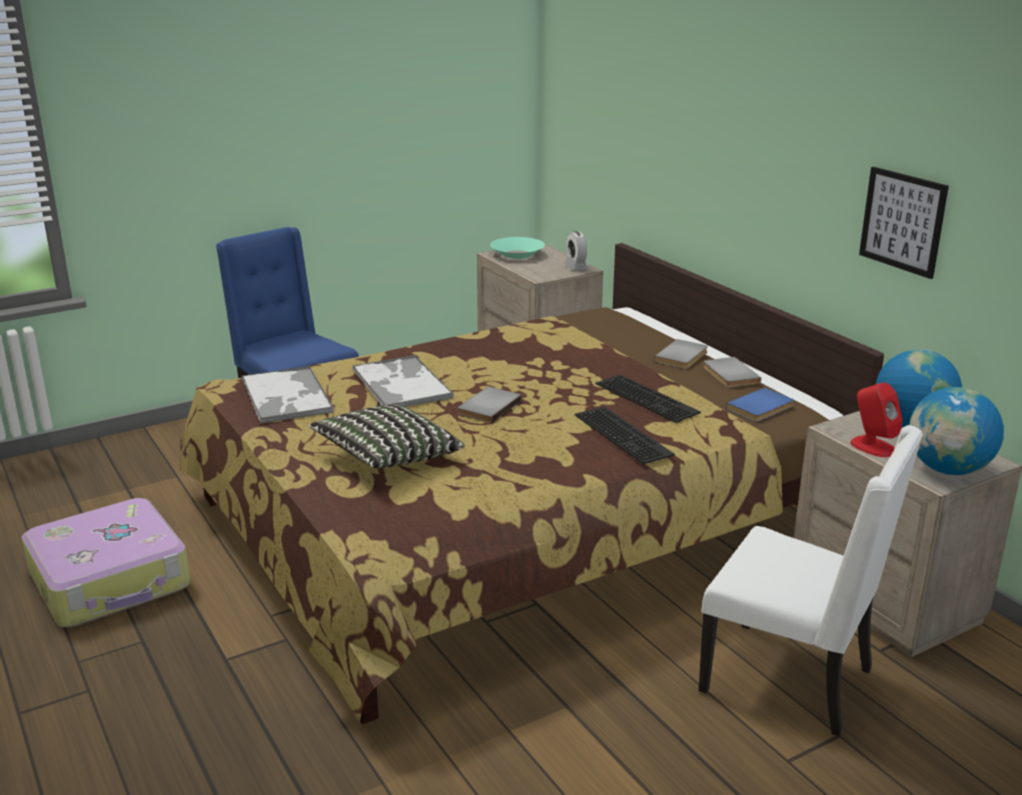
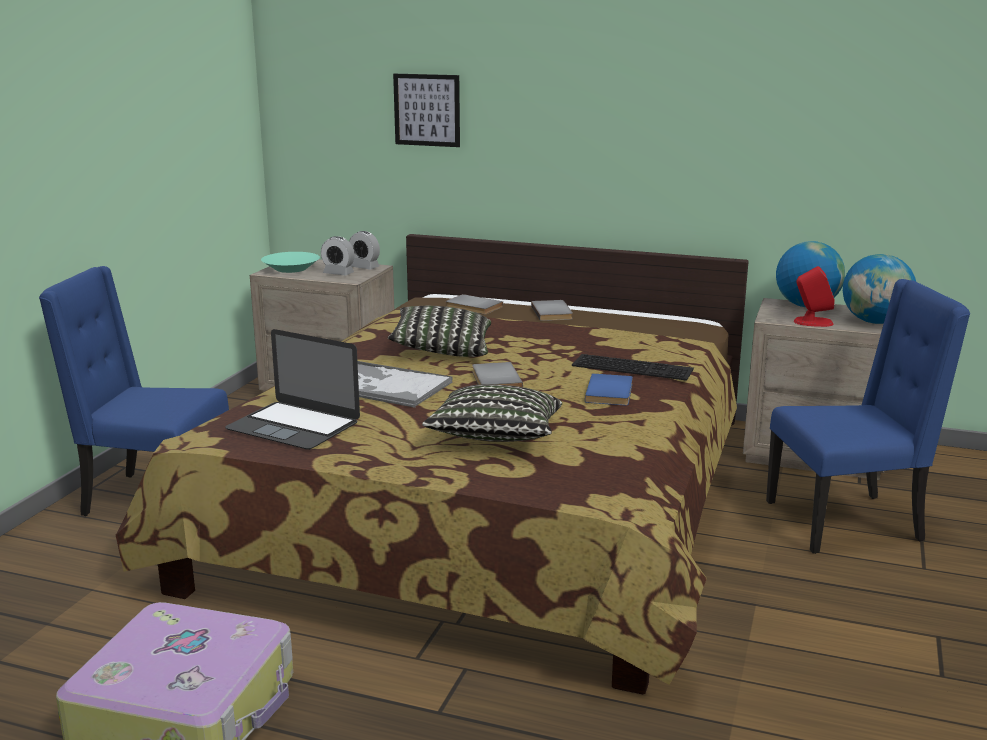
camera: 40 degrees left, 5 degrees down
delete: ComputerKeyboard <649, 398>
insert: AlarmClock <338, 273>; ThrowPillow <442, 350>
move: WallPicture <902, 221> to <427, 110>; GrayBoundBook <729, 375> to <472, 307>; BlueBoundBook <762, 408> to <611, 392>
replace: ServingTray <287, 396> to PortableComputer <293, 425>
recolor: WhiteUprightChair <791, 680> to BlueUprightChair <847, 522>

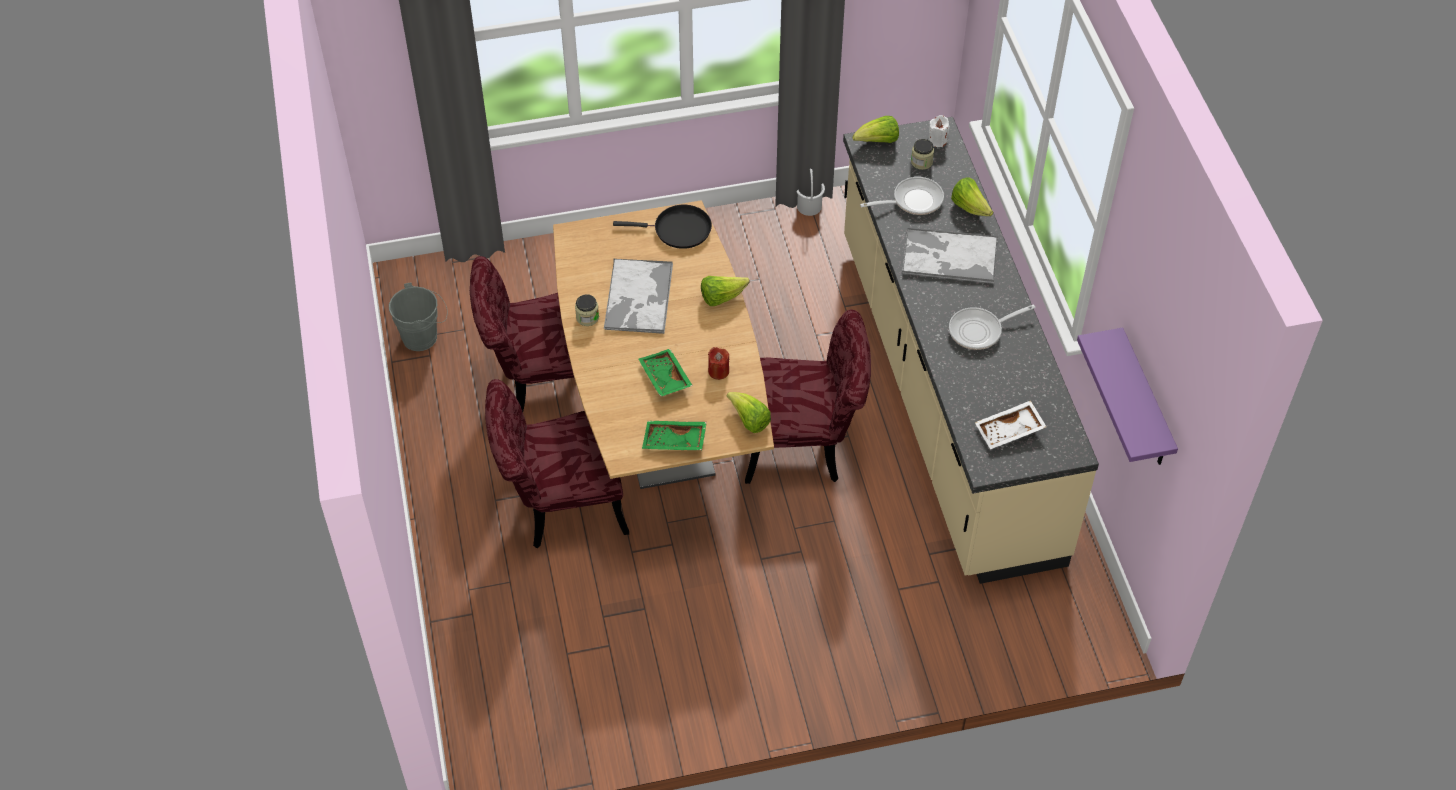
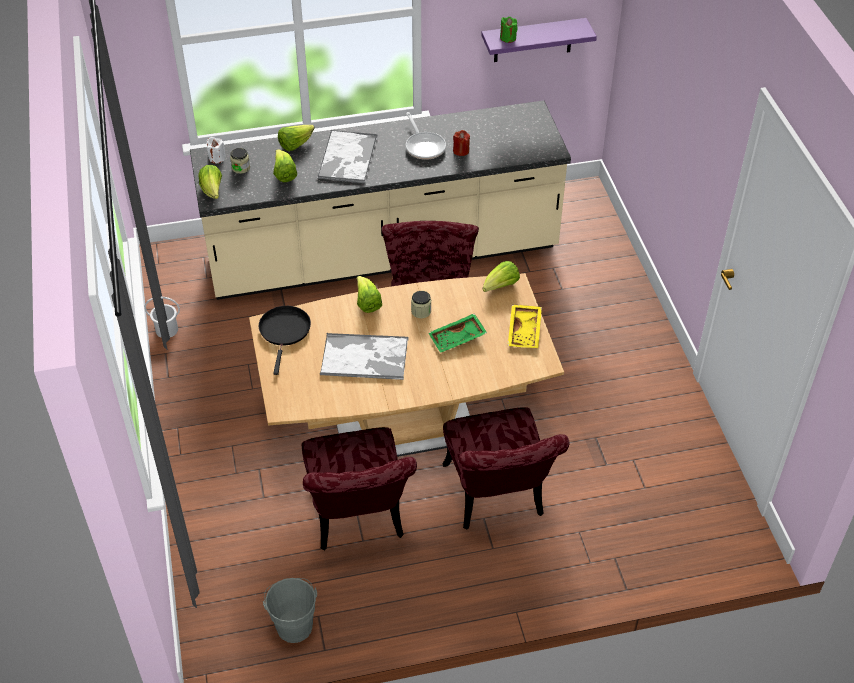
camera: 90 degrees left, 5 degrees down
delete: WhiteServingTray <1010, 431>
insert: GreenCandle <508, 38>
move: PreserveJar <587, 317> to <421, 311>; RedColouredCandle <718, 371> to <461, 151>
replace: FryingPan <913, 200> to HeadOfLettuce <284, 174>
recolor: GreenServingTray <674, 442> to YellowServingTray <525, 331>

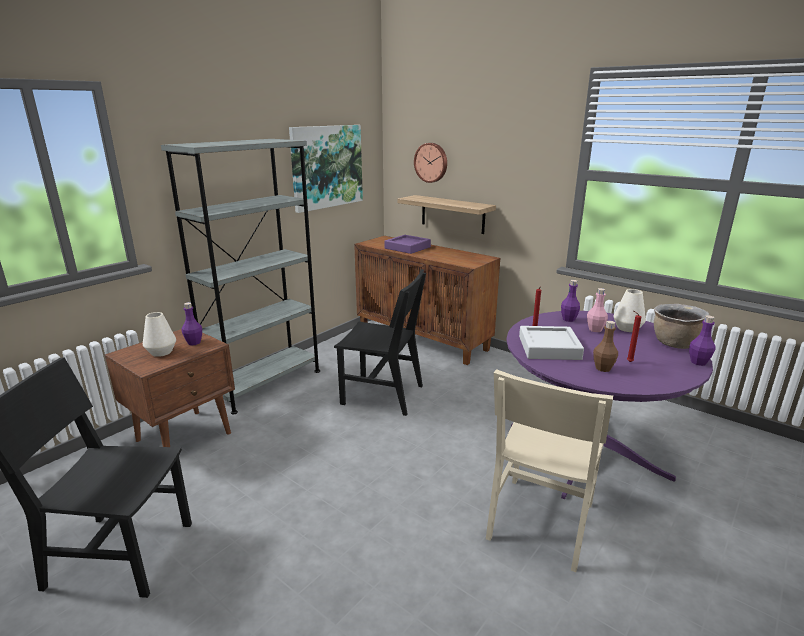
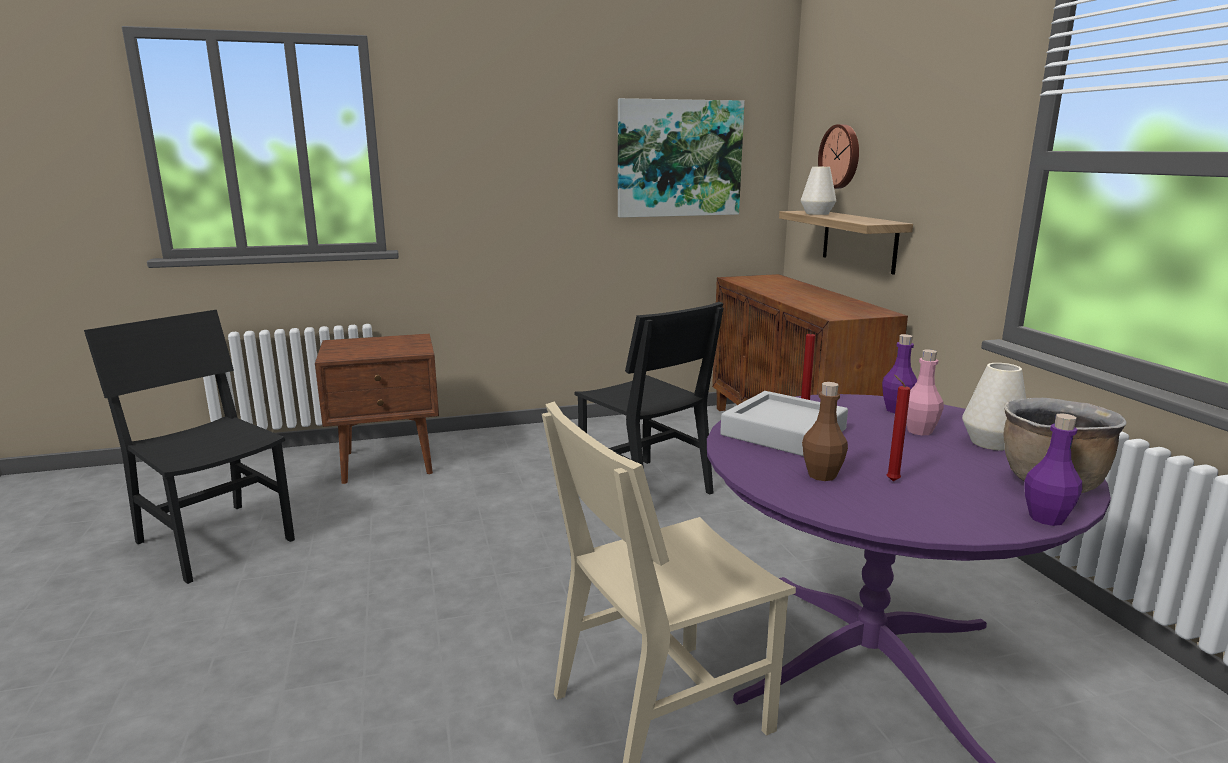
camera: 35 degrees right, 5 degrees down
delete: GrayBookshelf <265, 383>; PurpleDrinkBottle <194, 343>; PurpleServingTray <407, 248>
move: WhiteFlowerVase <161, 352> to <817, 213>

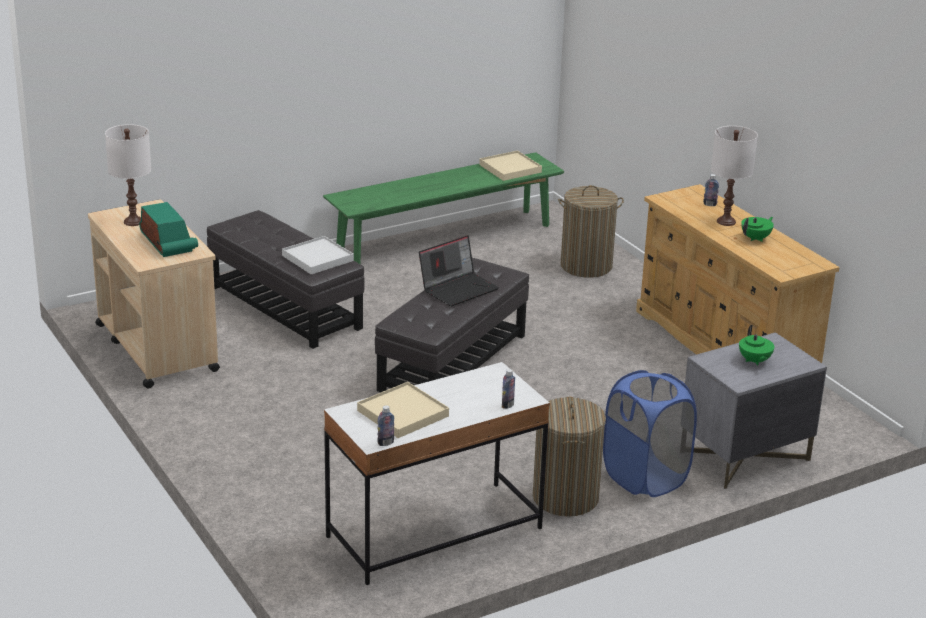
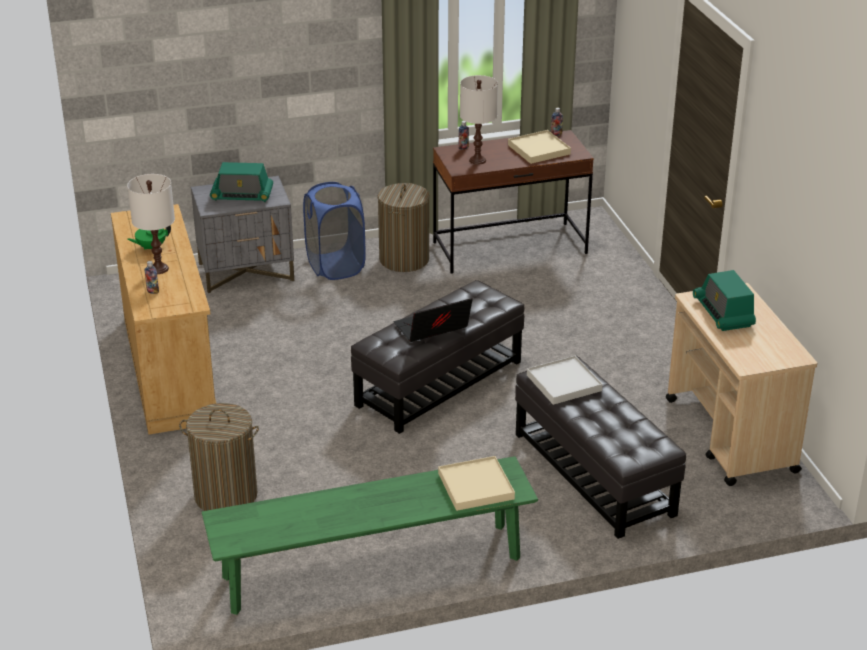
camera: 165 degrees left, 5 degrees up
move: SandColouredServingTray <510, 168> to <476, 486>; WhiteTabletopLamp <133, 222> to <477, 160>
replace: GreenTeaPot <754, 361> to RadioSet <242, 195>
recolor: WhiteDeskUnit <434, 533> to BrownColouredDeskUnit <510, 248>

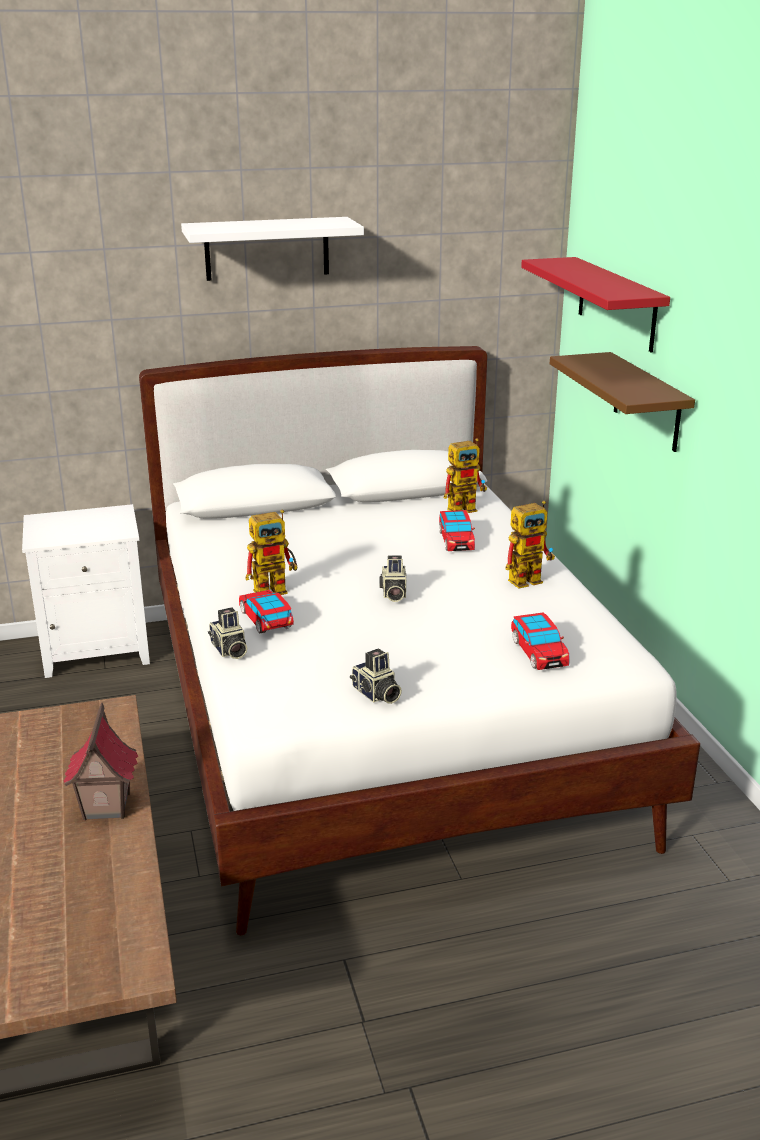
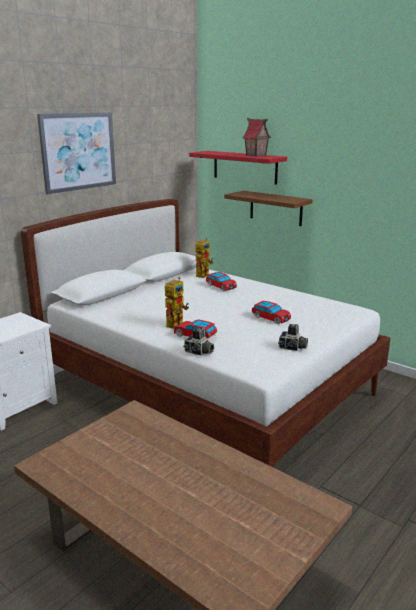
camera: 35 degrees left, 5 degrees down
delete: PhotoCamera <393, 594>; ToyRobot <529, 579>
move: ModelHouse <105, 807> to <255, 155>; MiniatureCar <538, 652> to <270, 318>
replace: WhiteShelf <267, 248> to WallPicture <78, 151>

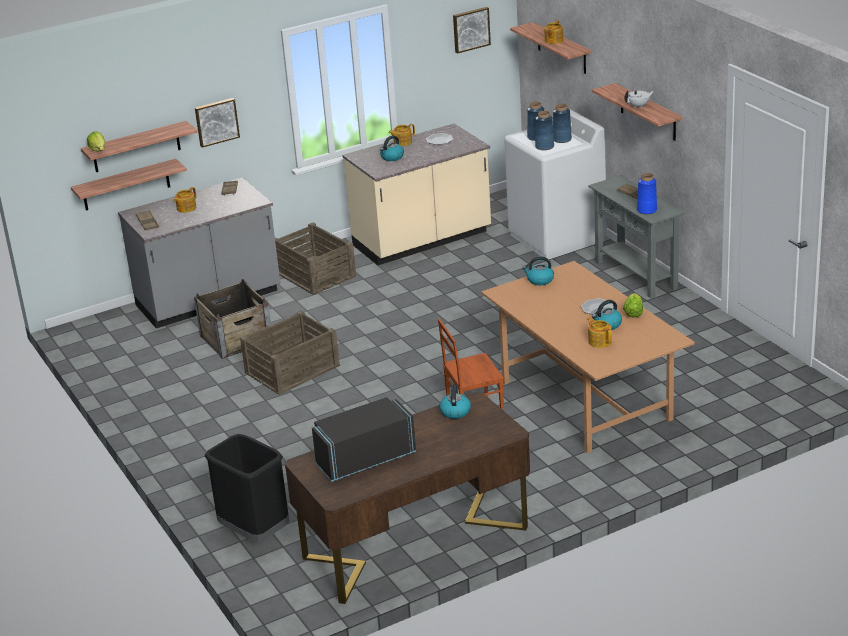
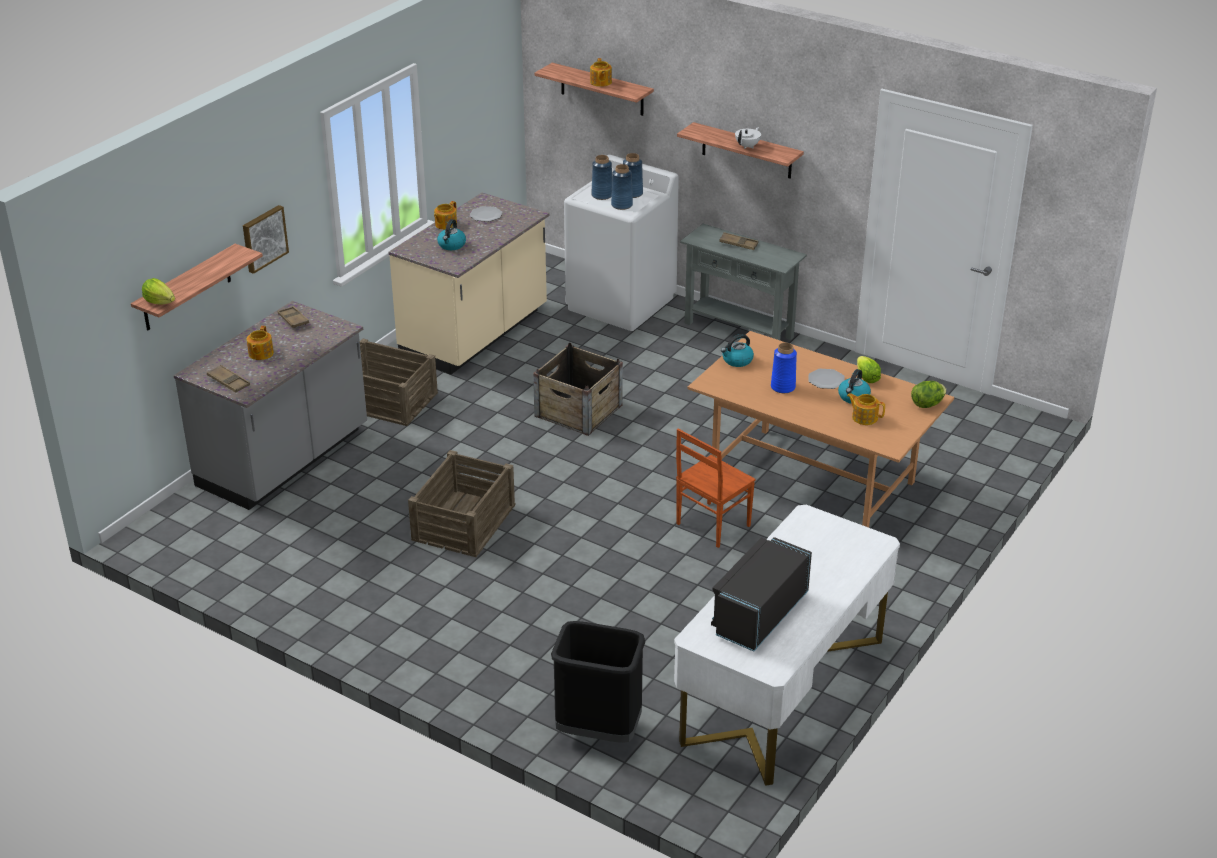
camera: 30 degrees left, 5 degrees up
delete: Shelf <126, 185>; TeaKettle <455, 411>; WallPicture <470, 29>
insert: HeadOfLettuce <927, 404>
move: ShippingCrate <236, 338> to <578, 410>; BlueFlowerVase <647, 210> to <783, 387>
recolor: BrownColouredDeskUnit <415, 542> to WhiteDeskUnit <783, 690>

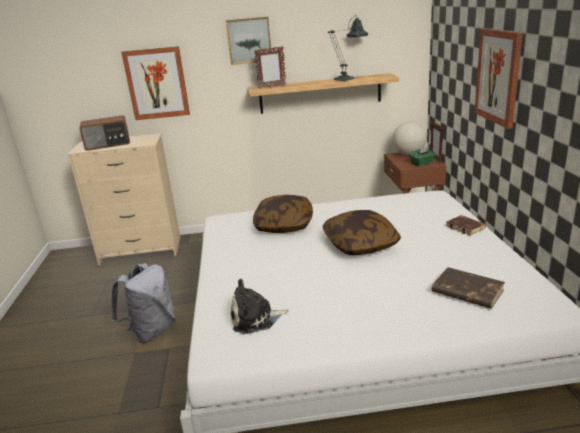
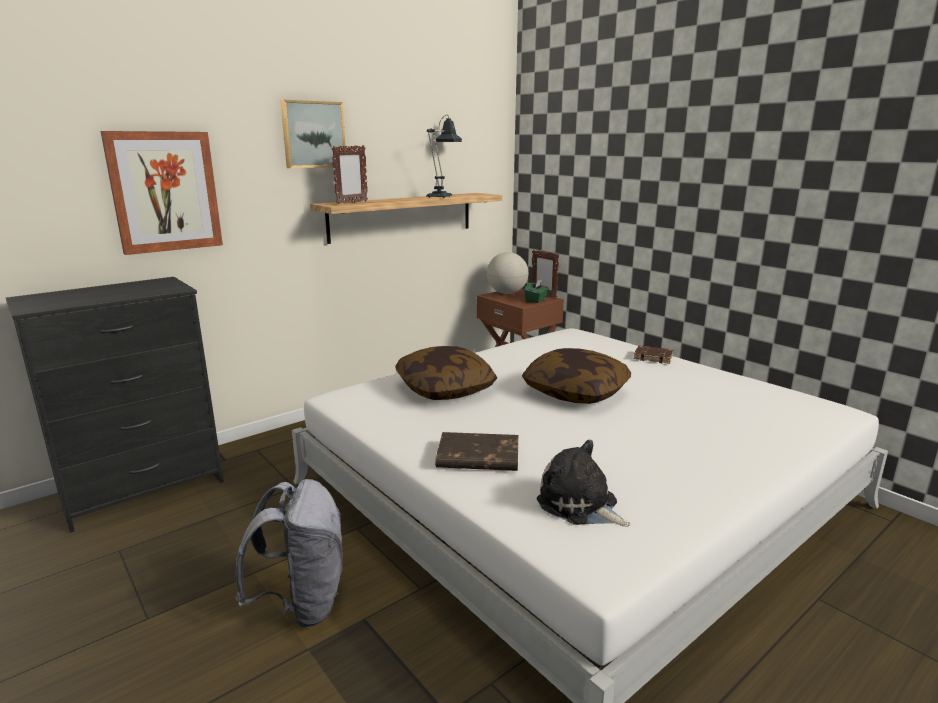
camera: 35 degrees left, 5 degrees down
delete: RadioSet <108, 144>; WallPicture <498, 76>
move: BrownColouredBoundBook <466, 291> to <477, 457>
recolor: SandColouredDrawerChest <141, 250> to BlackDrawerChest <143, 489>
rotate: SoftToy <255, 319> = <580, 505> 90 degrees clockwise

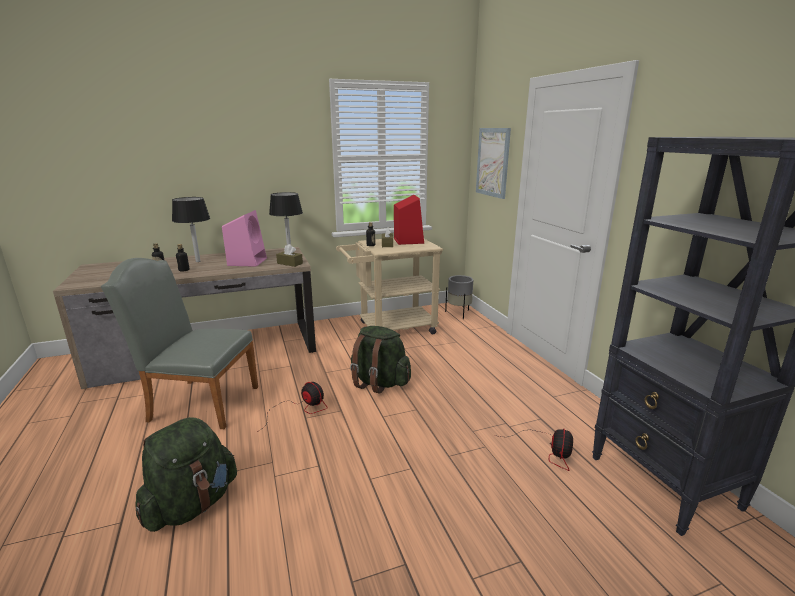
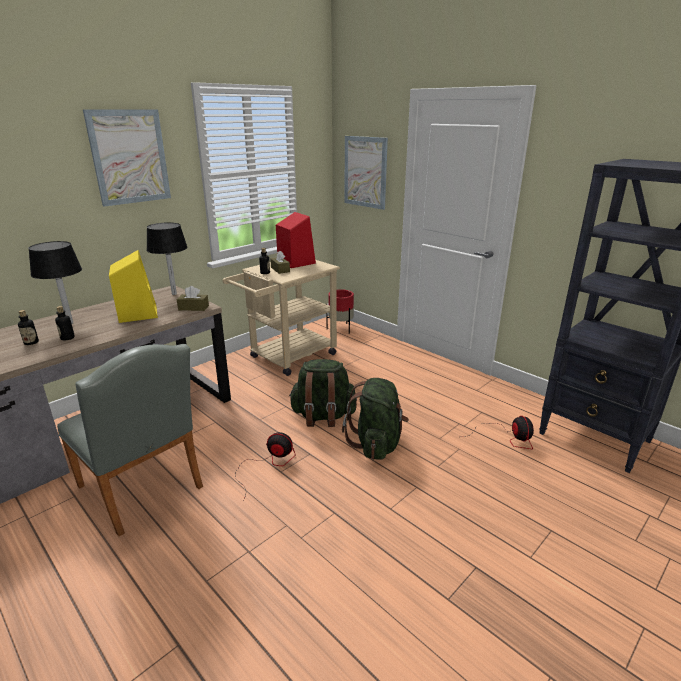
camera: 25 degrees left, 5 degrees up
insert: WallPicture <129, 157>
move: GreenKnapsack <192, 504> to <376, 443>
recolor: PinkishLoudspeaker <247, 261> to YellowLoudspeaker <137, 313>; GrayPlantPot <459, 313> to RedColouredPlantPot <341, 328>
rotate: GrayUprightChair <198, 402> = <144, 491> 120 degrees counterclockwise

